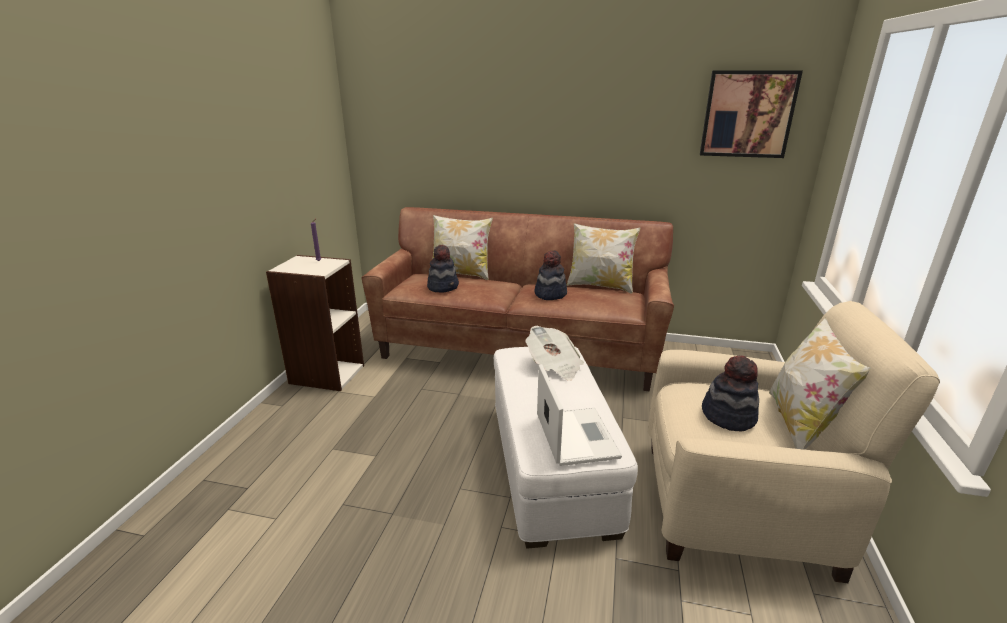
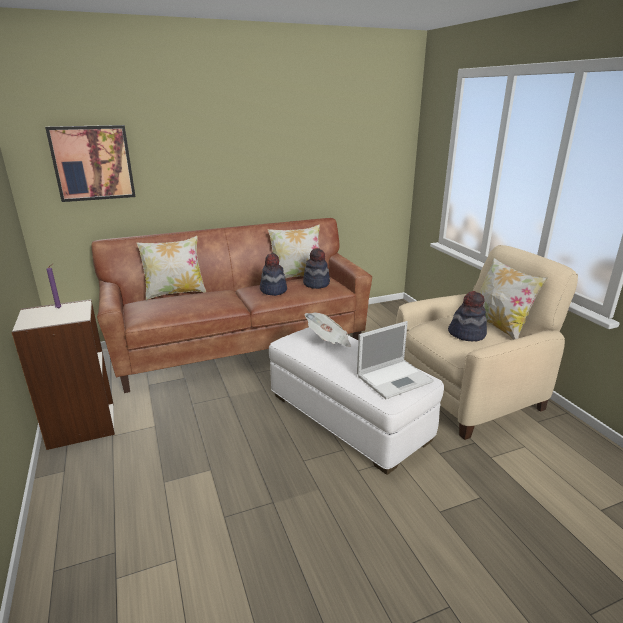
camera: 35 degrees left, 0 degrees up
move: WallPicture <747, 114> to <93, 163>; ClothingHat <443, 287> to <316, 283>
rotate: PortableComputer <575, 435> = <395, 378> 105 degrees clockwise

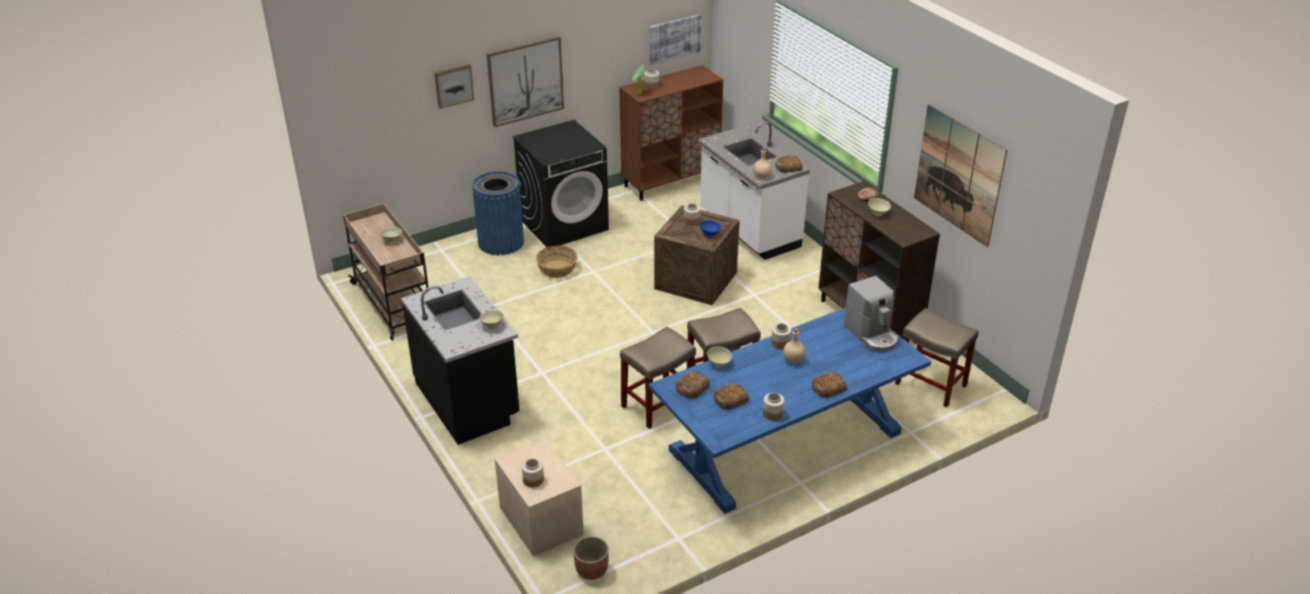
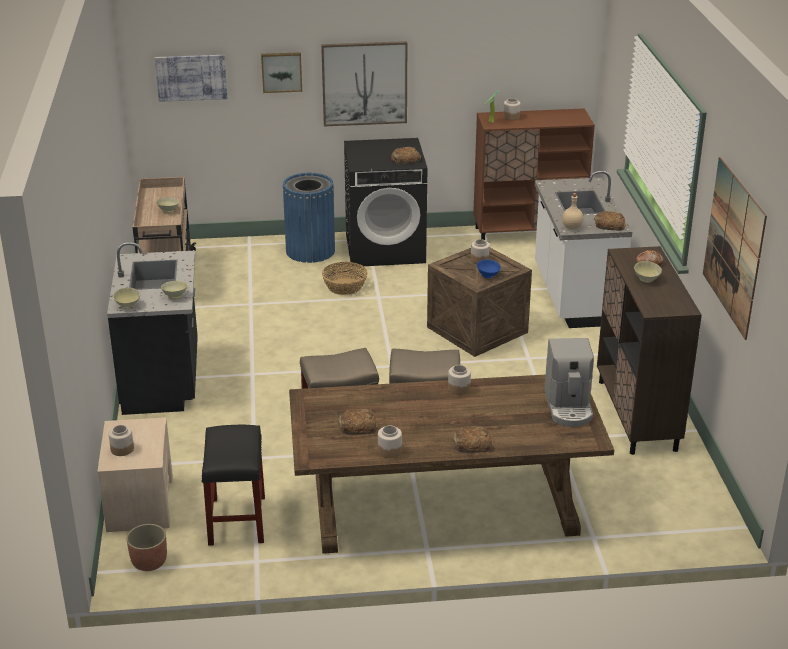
camera: 25 degrees right, 5 degrees down
delete: SandColouredDrinkBottle <793, 359>; SandColouredStool <932, 385>
insert: BlackStool <237, 519>
move: SandColouredServingBowl <719, 364> to <127, 306>; WallPicture <674, 38> to <191, 77>; BakedBread <692, 388> to <405, 159>
recolor: BlueDinnerTable <785, 441> to BrownColouredDinnerTable <444, 505>

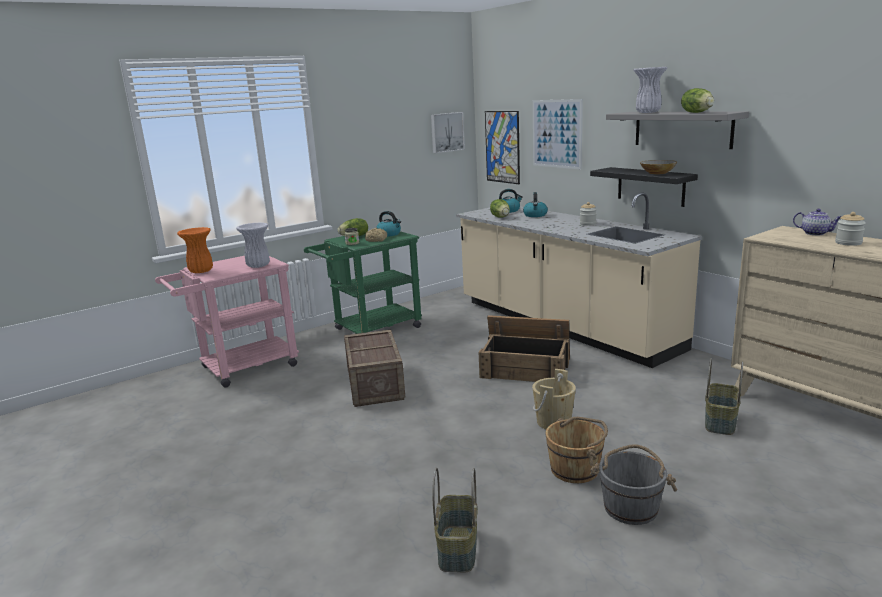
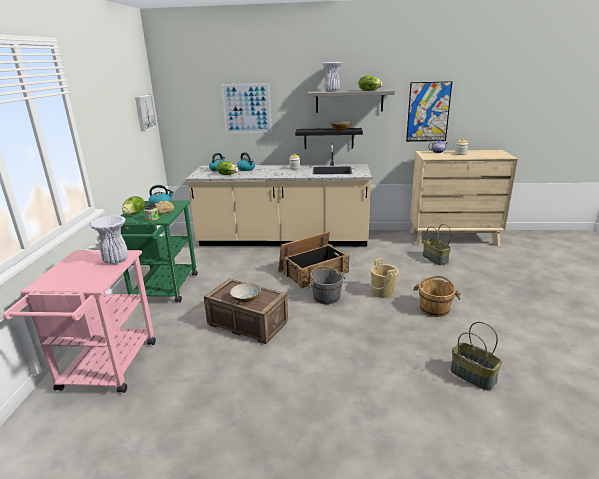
camera: 50 degrees left, 5 degrees up
delete: OrangeyFlowerVase <200, 271>
insert: ServingBowl <246, 299>
move: GrayWaterBucket <631, 507> to <326, 297>; WallPicture <502, 147> to <428, 112>

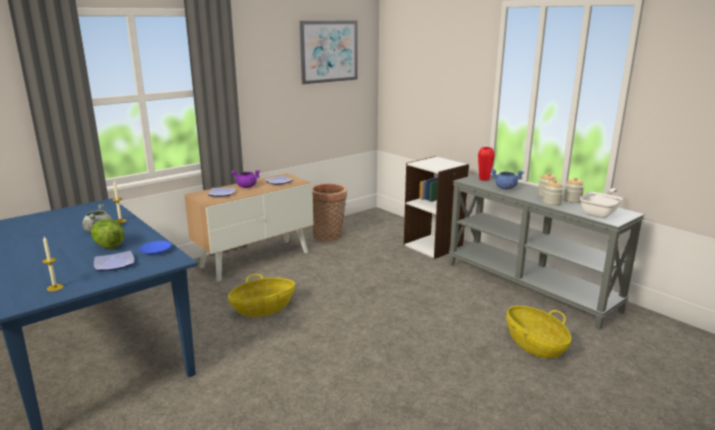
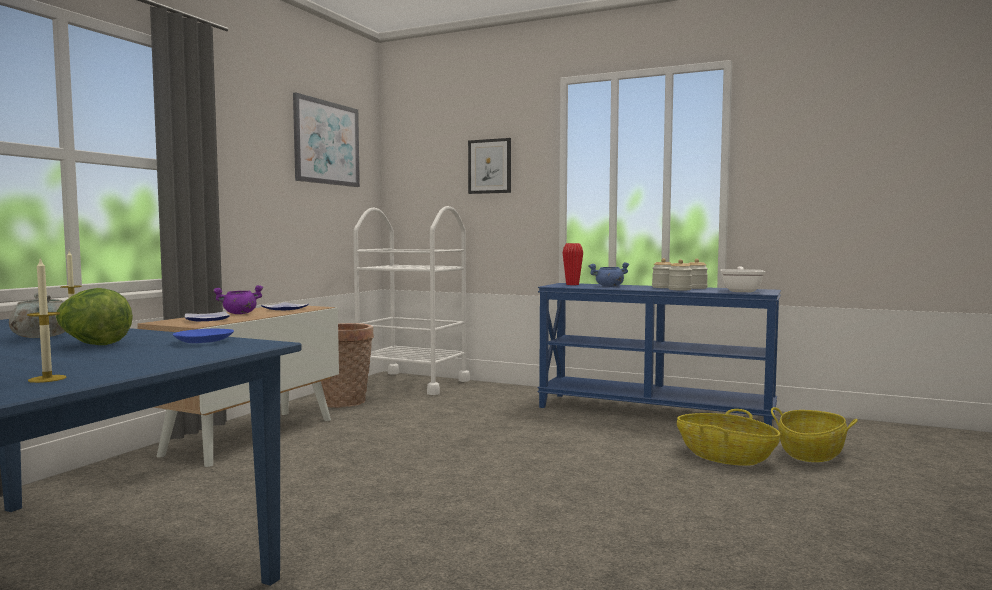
camera: 25 degrees left, 15 degrees down
delete: DinnerPlate <115, 264>; WhiteBookshelf <433, 246>
insert: WhiteCart <412, 383>; WallPicture <489, 166>
move: HouseholdBasket <263, 308> to <811, 453>
recolor: GrayHallTable <530, 286> to BlueHallTable <654, 412>

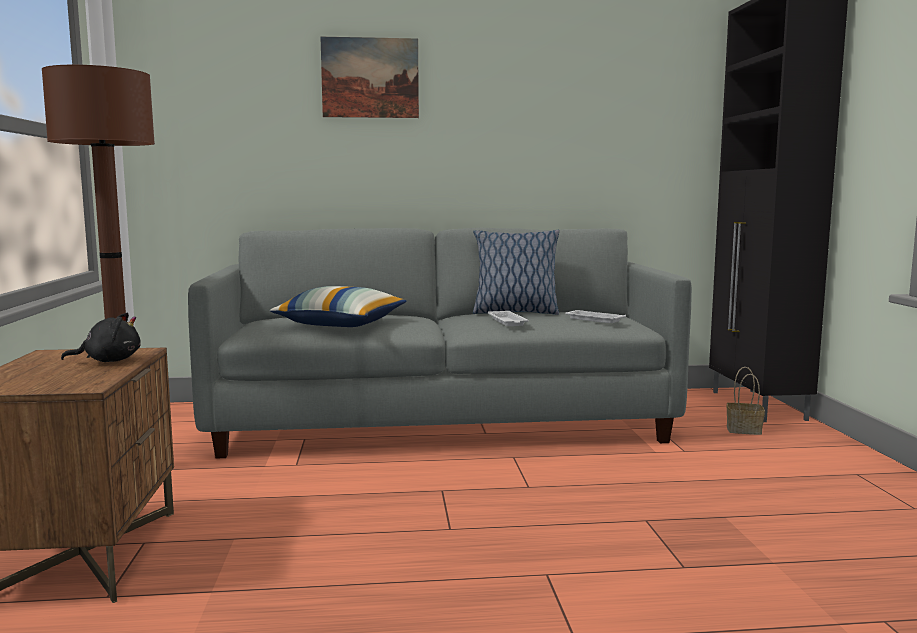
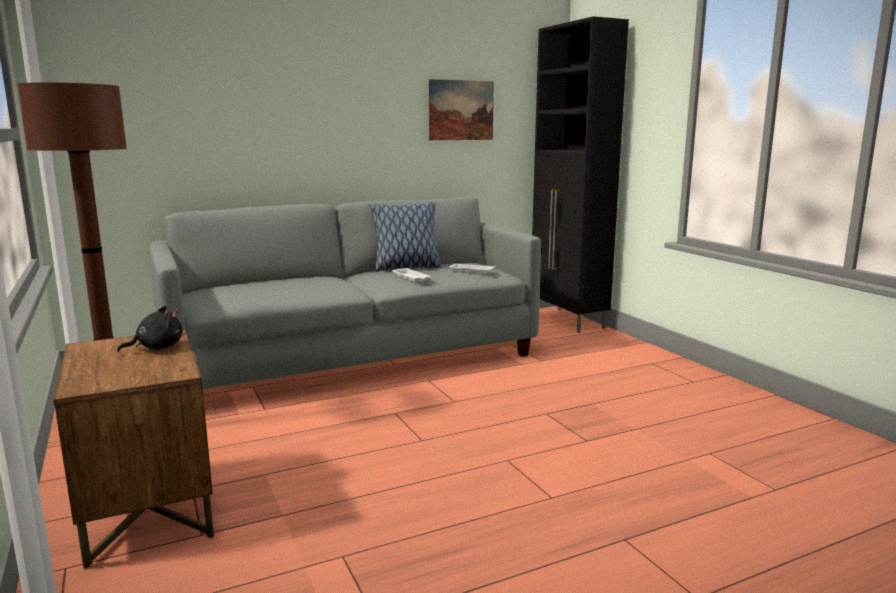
camera: 20 degrees left, 5 degrees up
delete: ThrowPillow <341, 324>; HouseholdBasket <745, 430>
move: WallPicture <370, 78> to <461, 110>

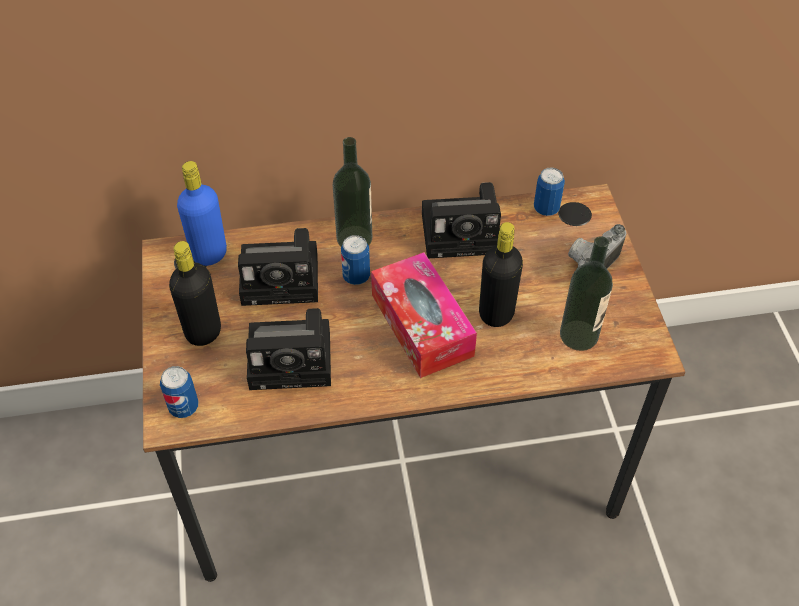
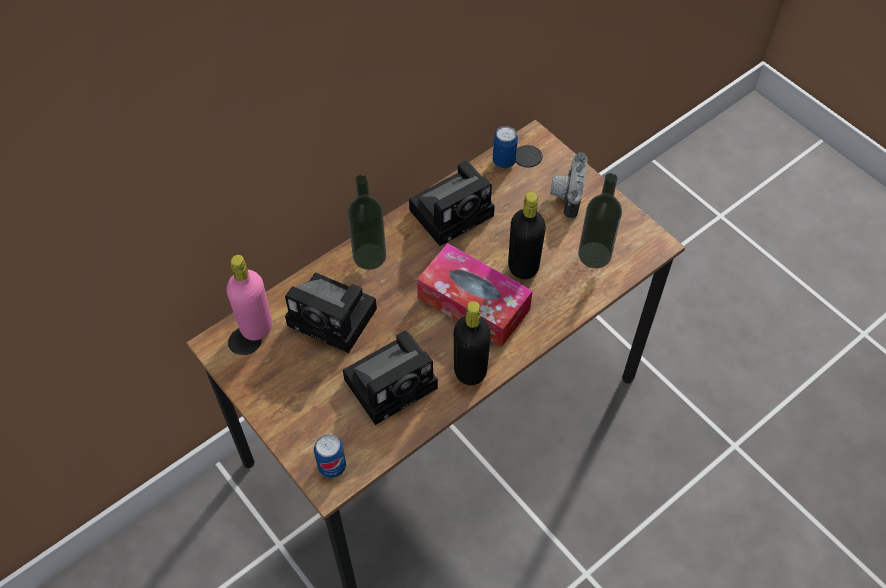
camera: 30 degrees left, 5 degrees up
delete: Can <356, 276>
move: BlackDrinkBottle <203, 332> to <470, 371>
recolor: BlueDrinkBottle <209, 254> to PinkishDrinkBottle <256, 327>
rotate: PhotoCamera <284, 278> = <336, 318> 60 degrees clockwise

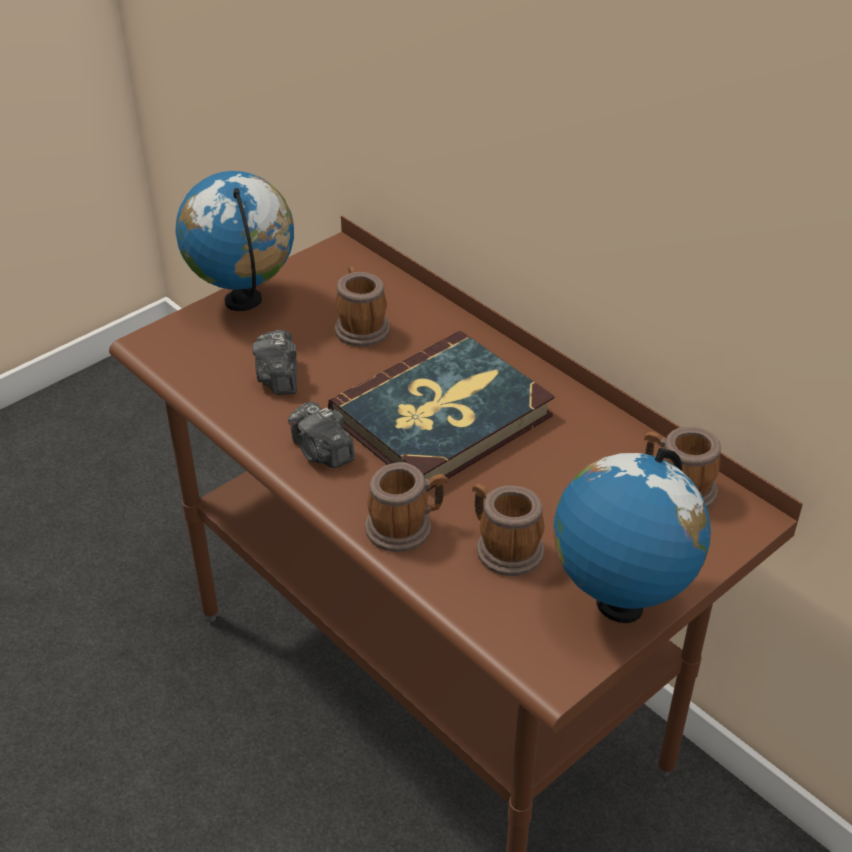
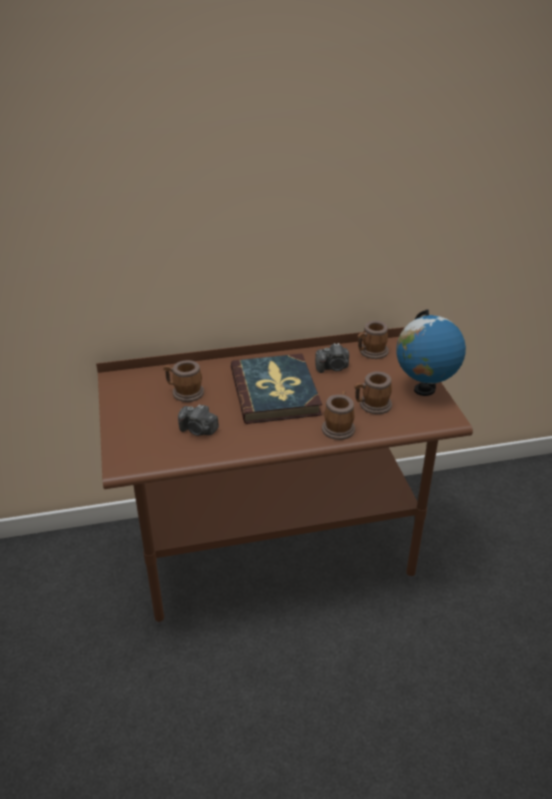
camera: 60 degrees left, 5 degrees down
delete: Globe <244, 301>
move: PhotoCamera <322, 452> to <333, 368>

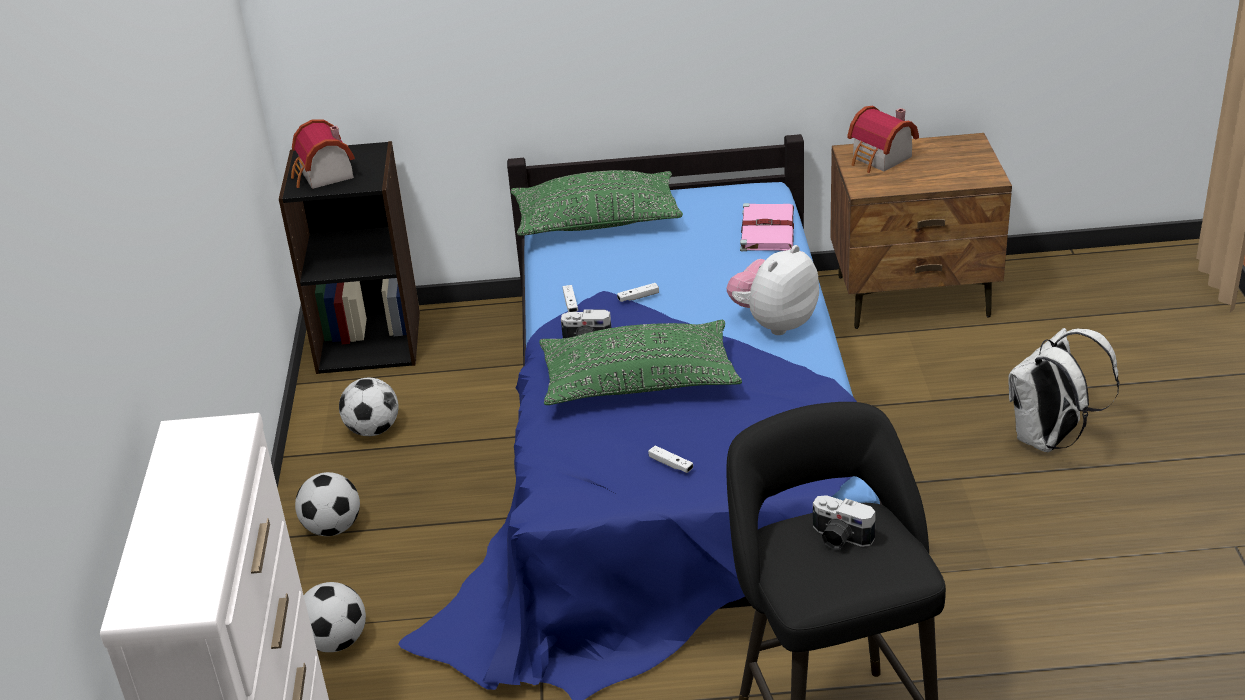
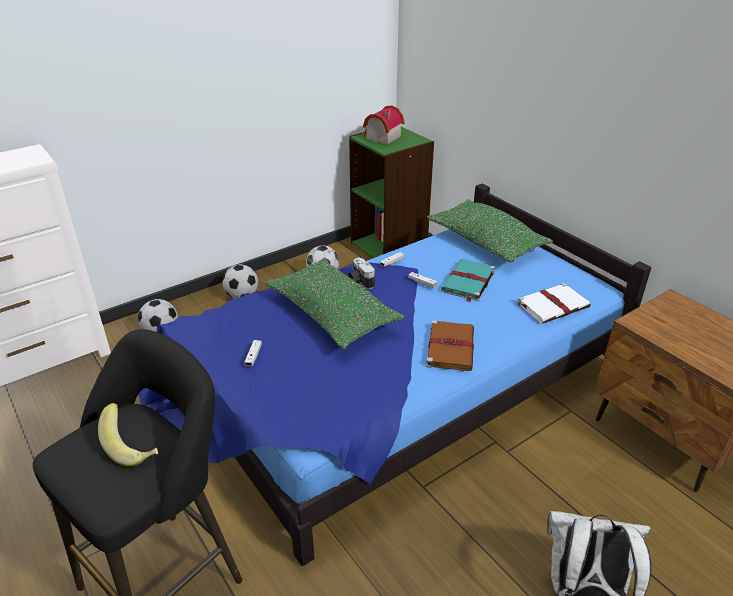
camera: 55 degrees right, 0 degrees up
delete: ModelHouse <880, 159>
insert: TurquoiseColouredBoundBook <468, 282>
replace: PhotoCamera <839, 538> to WholeBanana <133, 447>; SoftToy <774, 323> to BrownColouredBoundBook <450, 347>
recolor: BlackBookshelf <369, 341> to GreenBookshelf <389, 246>; PinkishBoundBook <767, 230> to WhiteBoundBook <553, 305>

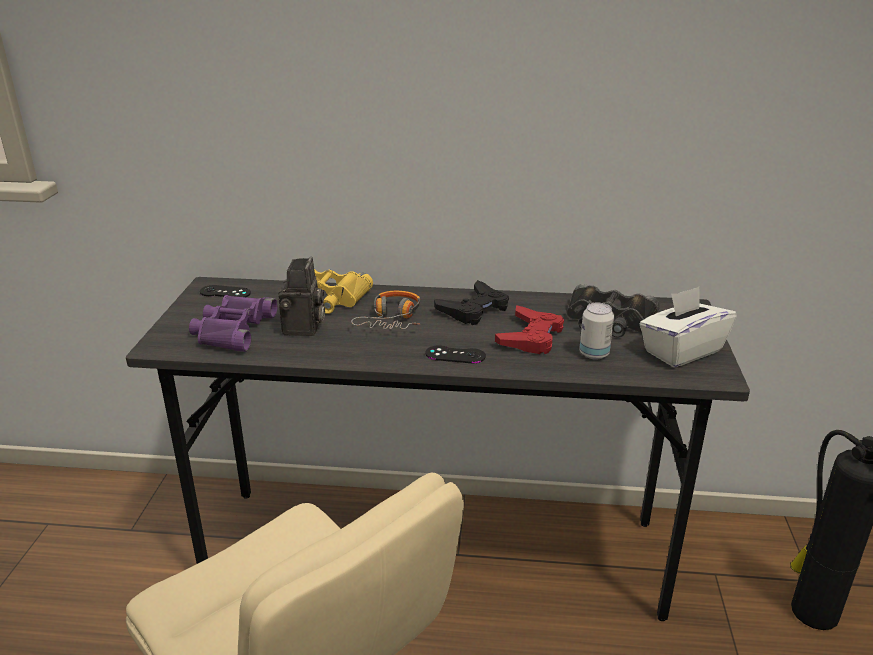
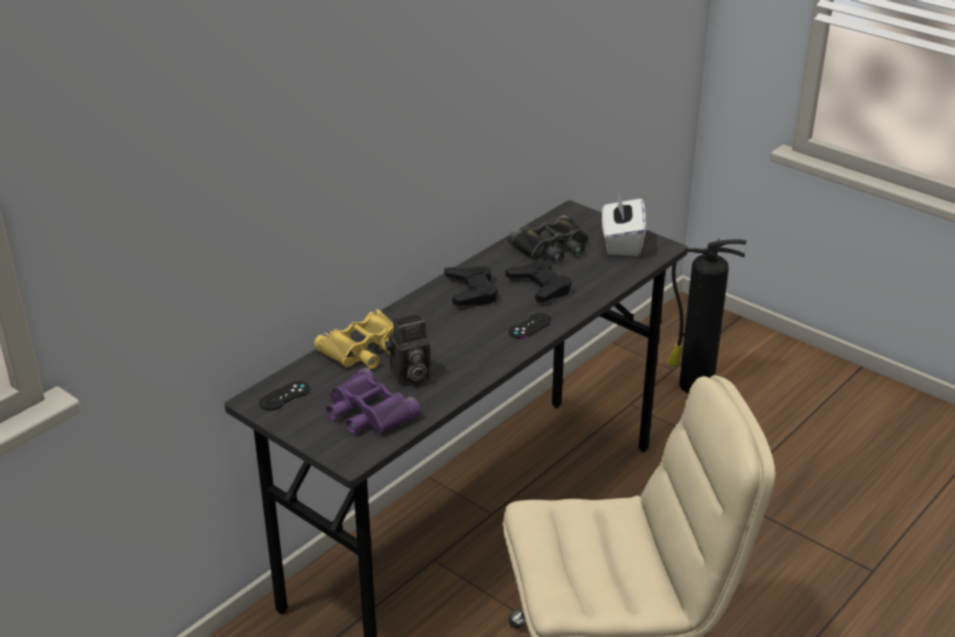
camera: 55 degrees left, 5 degrees up
delete: Headset <392, 319>; Can <594, 354>
recolor: RedColouredJoypad <531, 337> to BlackJoypad <540, 287>
rotate: PhotoCamera <304, 329> = <409, 377> 120 degrees clockwise

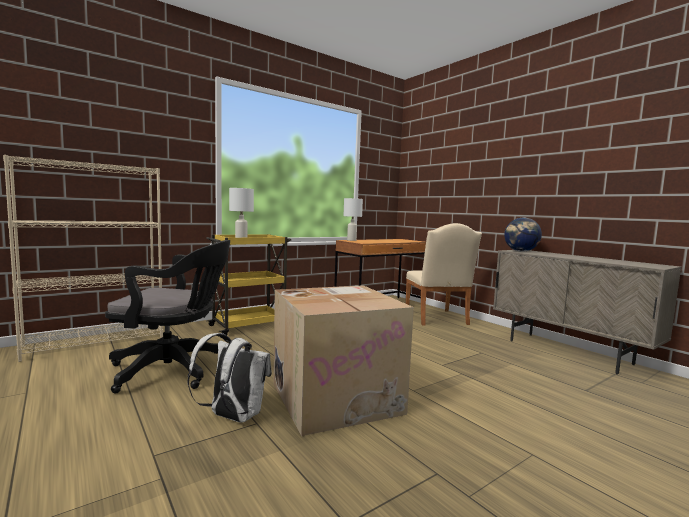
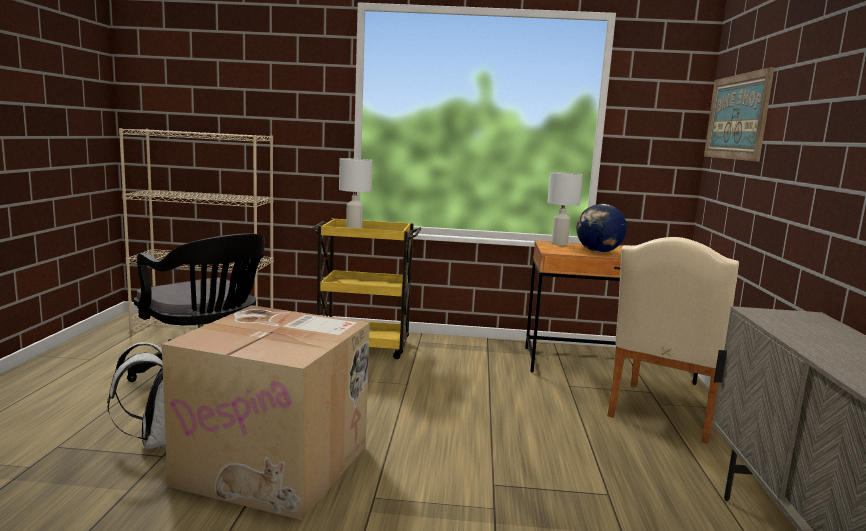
camera: 40 degrees right, 5 degrees up
insert: WallPicture <736, 117>
move: Globe <521, 251> to <598, 252>

